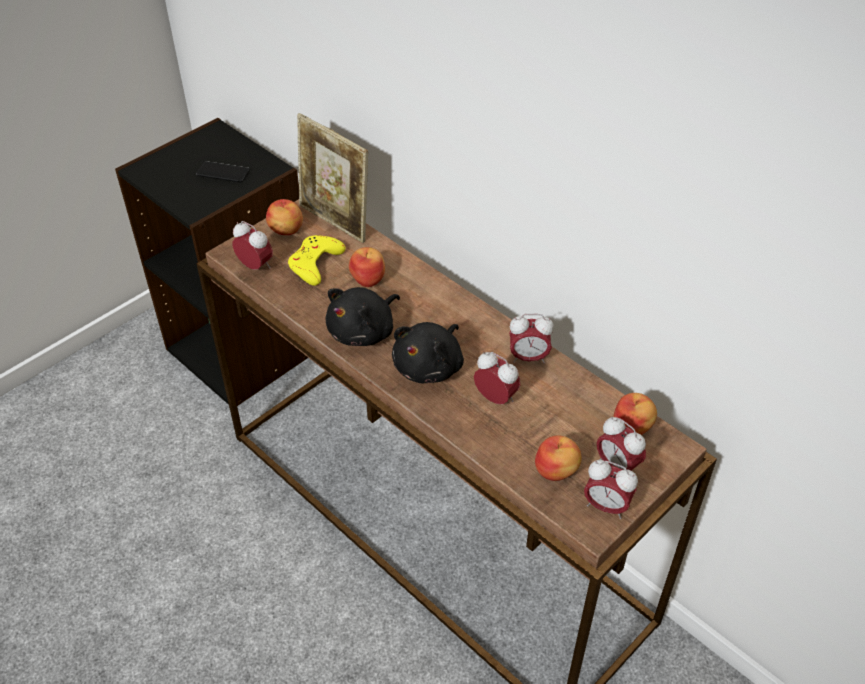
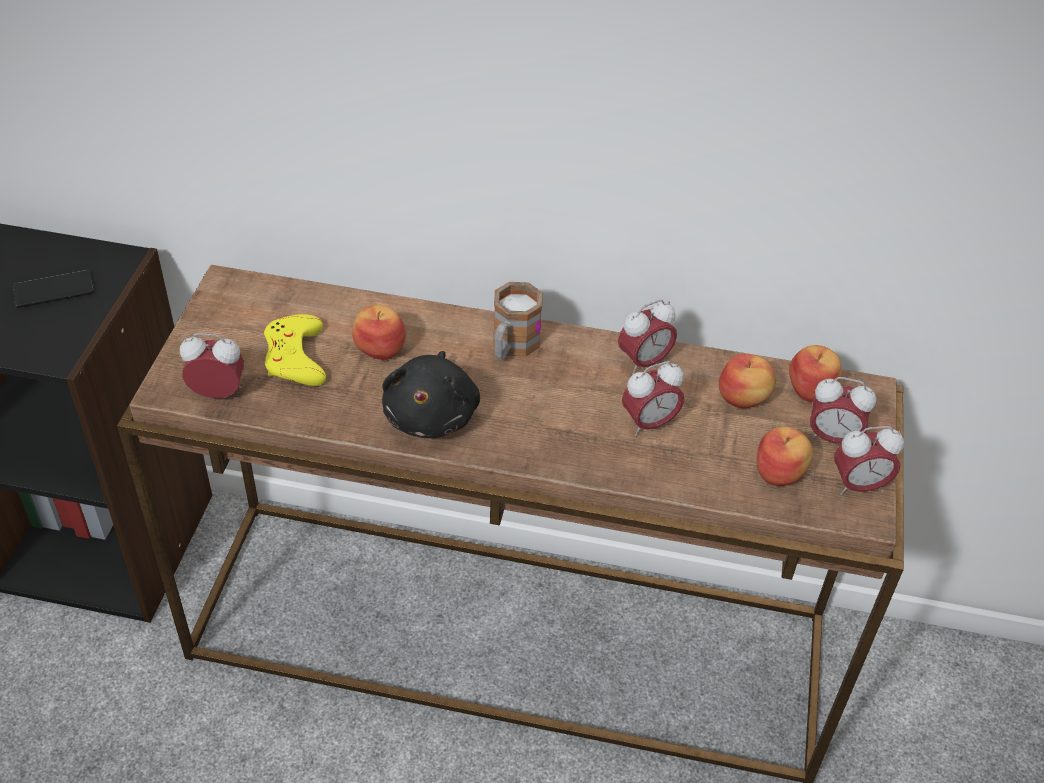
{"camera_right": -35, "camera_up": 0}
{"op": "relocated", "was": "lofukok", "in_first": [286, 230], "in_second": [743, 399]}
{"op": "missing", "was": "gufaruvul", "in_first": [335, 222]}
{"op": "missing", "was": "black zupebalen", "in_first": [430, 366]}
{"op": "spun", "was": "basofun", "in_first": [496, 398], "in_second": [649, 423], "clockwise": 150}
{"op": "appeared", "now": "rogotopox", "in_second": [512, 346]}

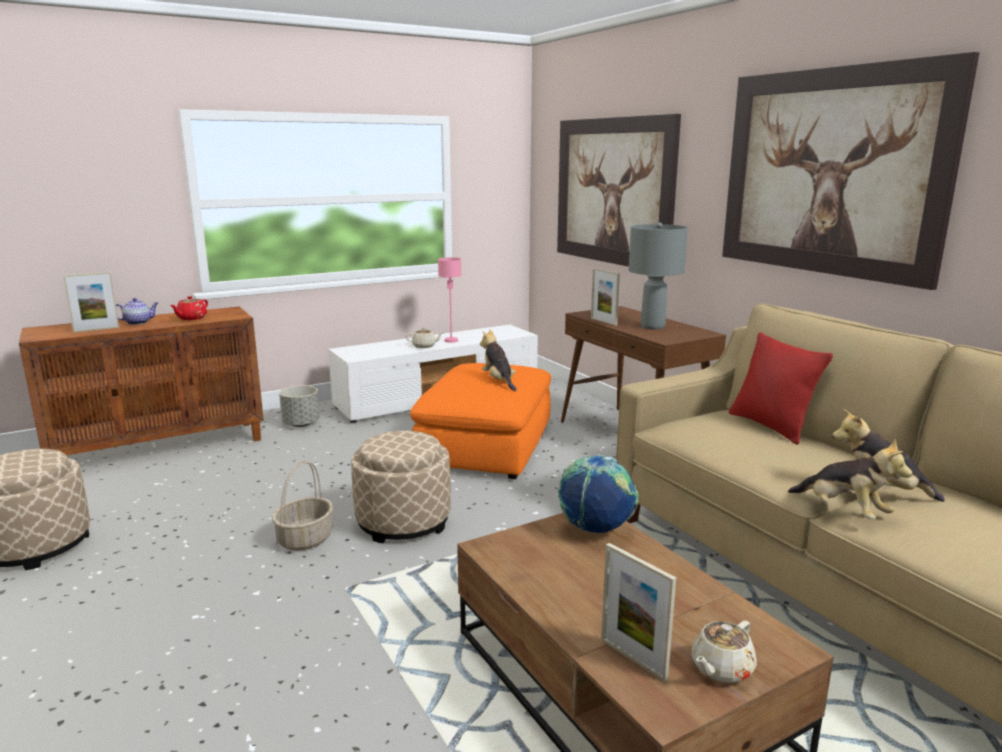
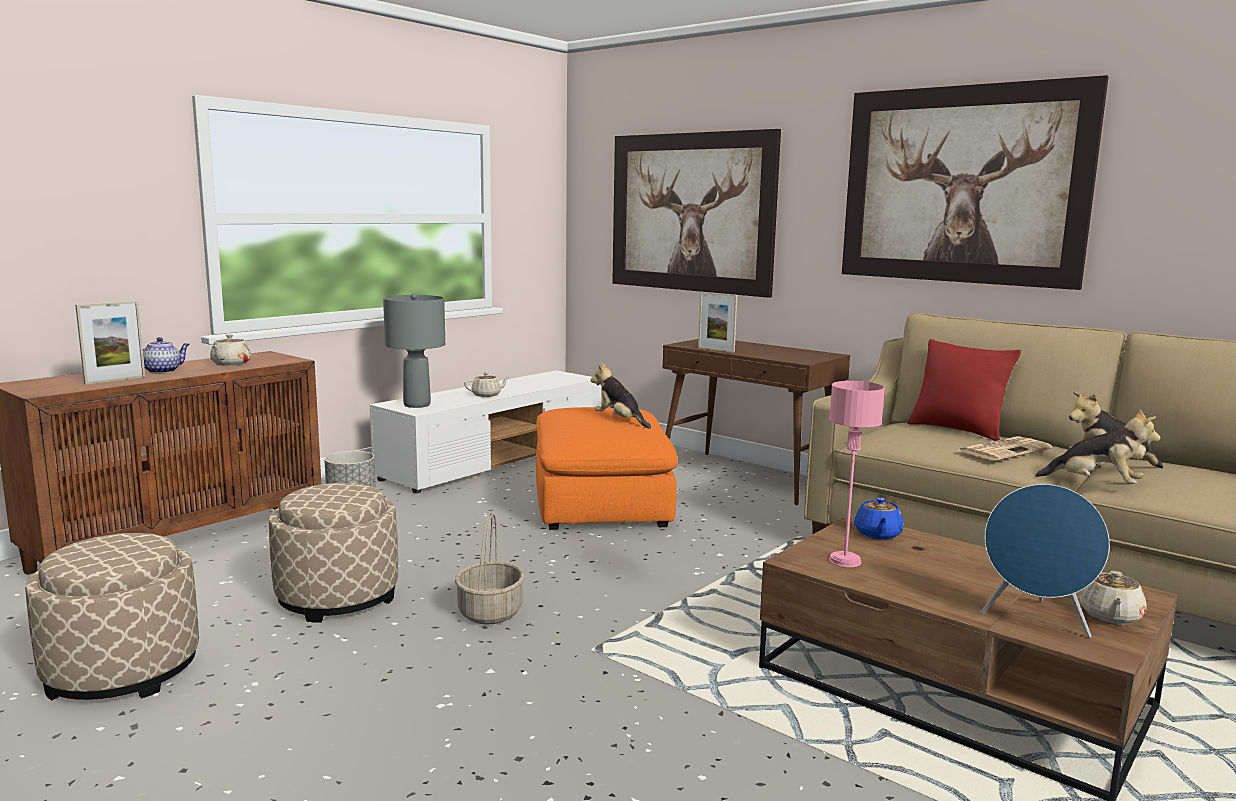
{"camera_right": -20, "camera_up": -5}
{"op": "colour", "was": "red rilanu", "now": "beige rilanu", "in_first": [191, 318], "in_second": [230, 364]}
{"op": "relocated", "was": "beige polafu", "in_first": [403, 521], "in_second": [337, 597]}
{"op": "relocated", "was": "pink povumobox", "in_first": [451, 340], "in_second": [845, 560]}
{"op": "exchanged", "was": "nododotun", "now": "blue rilanu", "in_first": [595, 530], "in_second": [877, 534]}
{"op": "exchanged", "was": "gufaruvul", "now": "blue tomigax", "in_first": [633, 659], "in_second": [1035, 621]}
{"op": "relocated", "was": "grey povumobox", "in_first": [652, 327], "in_second": [417, 405]}
{"op": "appeared", "now": "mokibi", "in_second": [1004, 450]}

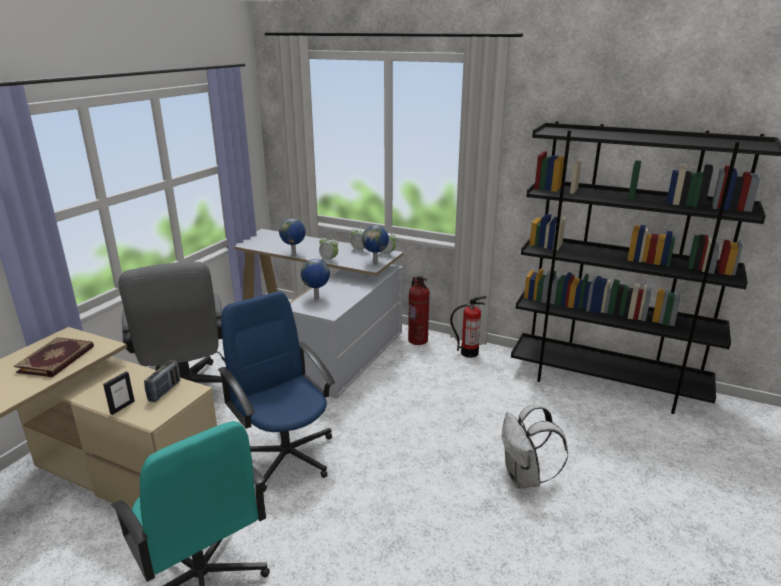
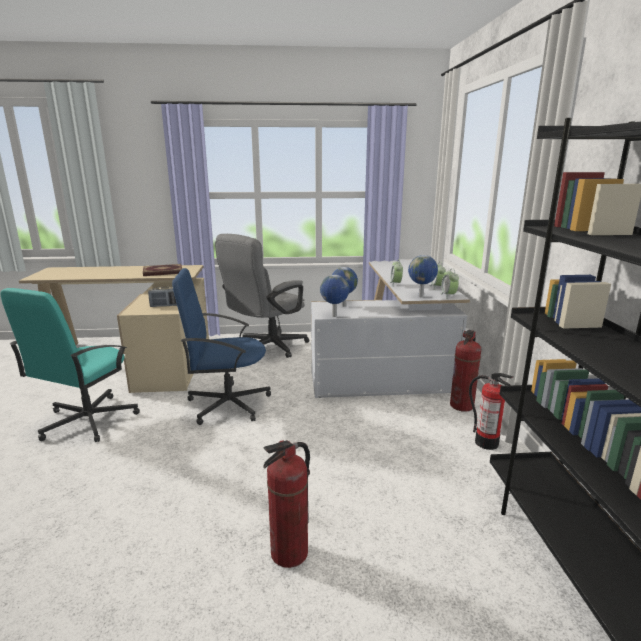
{"camera_right": 60, "camera_up": -5}
{"op": "missing", "was": "gufaruvul", "in_first": [122, 407]}
{"op": "spun", "was": "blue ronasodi", "in_first": [286, 455], "in_second": [227, 404], "clockwise": -120}
{"op": "relocated", "was": "nododotun", "in_first": [294, 255], "in_second": [334, 316]}
{"op": "exchanged", "was": "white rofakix", "now": "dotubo", "in_first": [525, 478], "in_second": [289, 553]}

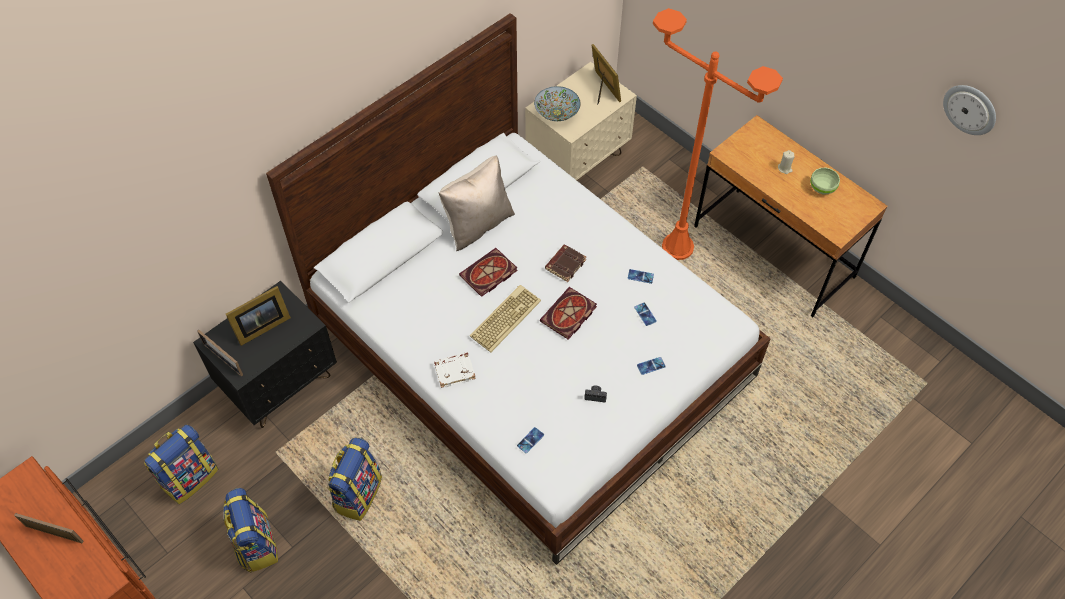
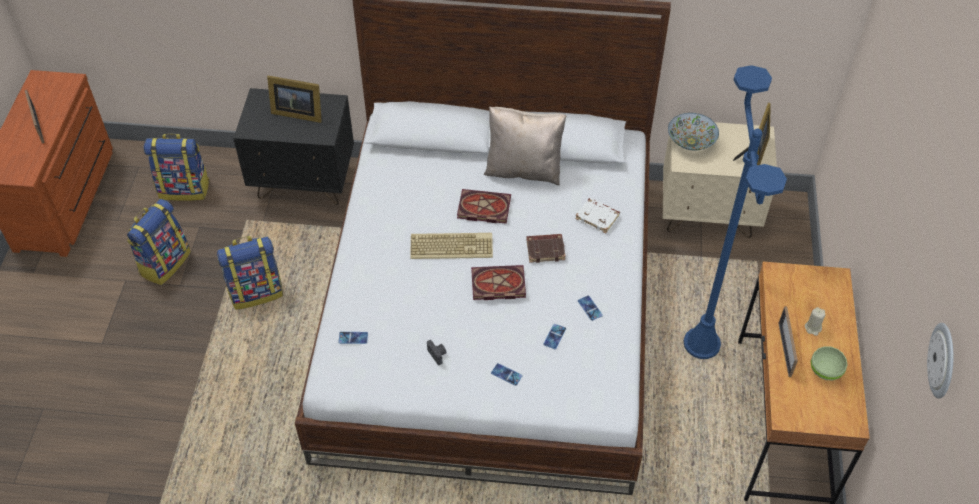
{"camera_right": 50, "camera_up": -5}
{"op": "relocated", "was": "gufaruvul", "in_first": [223, 359], "in_second": [784, 349]}
{"op": "relocated", "was": "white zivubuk", "in_first": [455, 371], "in_second": [598, 217]}
{"op": "colour", "was": "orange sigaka", "now": "blue sigaka", "in_first": [677, 247], "in_second": [701, 343]}

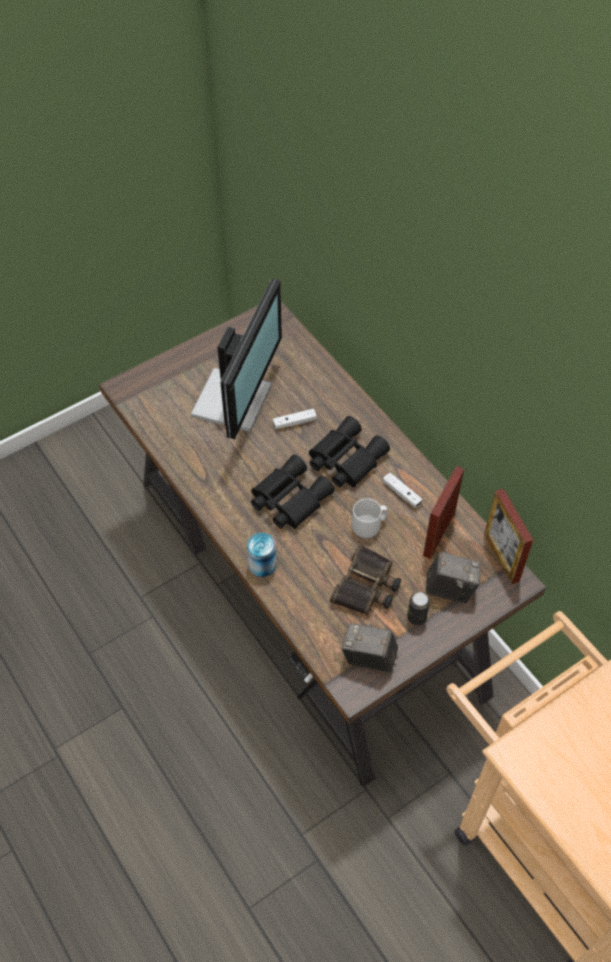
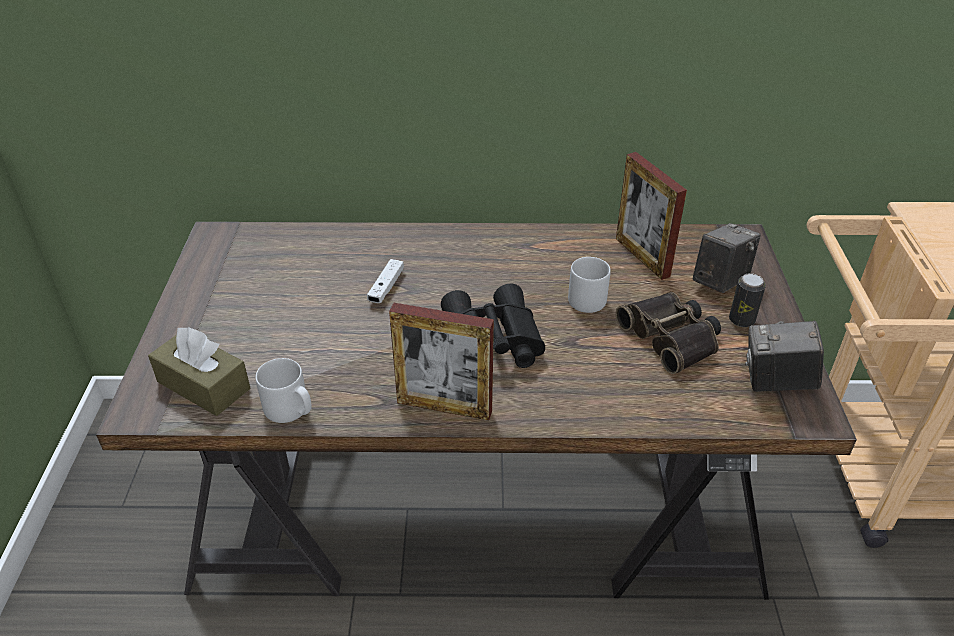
{"camera_right": -55, "camera_up": -15}
{"op": "missing", "was": "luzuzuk", "in_first": [235, 400]}
{"op": "missing", "was": "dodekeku", "in_first": [262, 564]}
{"op": "missing", "was": "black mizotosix", "in_first": [344, 459]}
{"op": "spun", "was": "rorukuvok", "in_first": [368, 658], "in_second": [776, 382], "clockwise": 45}
{"op": "missing", "was": "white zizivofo", "in_first": [401, 493]}
{"op": "relocated", "was": "gufaruvul", "in_first": [501, 557], "in_second": [444, 407]}
{"op": "appeared", "now": "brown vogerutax", "in_second": [203, 385]}
{"op": "appeared", "now": "grey rogotopox", "in_second": [290, 410]}

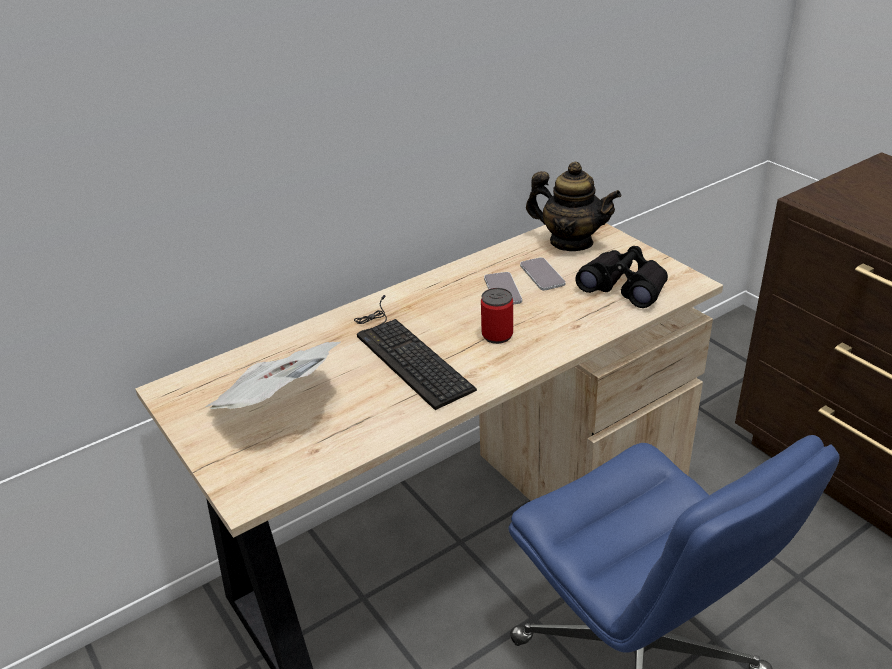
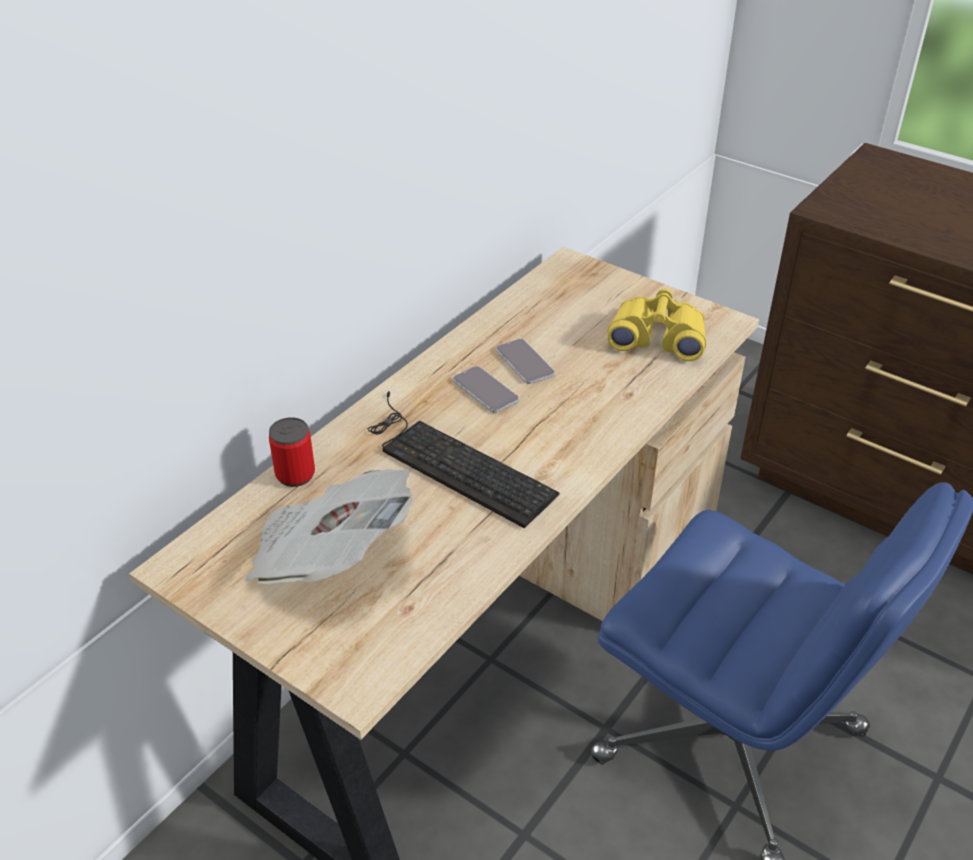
{"camera_right": -20, "camera_up": 5}
{"op": "relocated", "was": "dodekeku", "in_first": [497, 335], "in_second": [295, 474]}
{"op": "relocated", "was": "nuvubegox", "in_first": [542, 275], "in_second": [485, 390]}
{"op": "missing", "was": "rilanu", "in_first": [571, 242]}
{"op": "colour", "was": "black mizotosix", "now": "yellow mizotosix", "in_first": [624, 287], "in_second": [657, 337]}

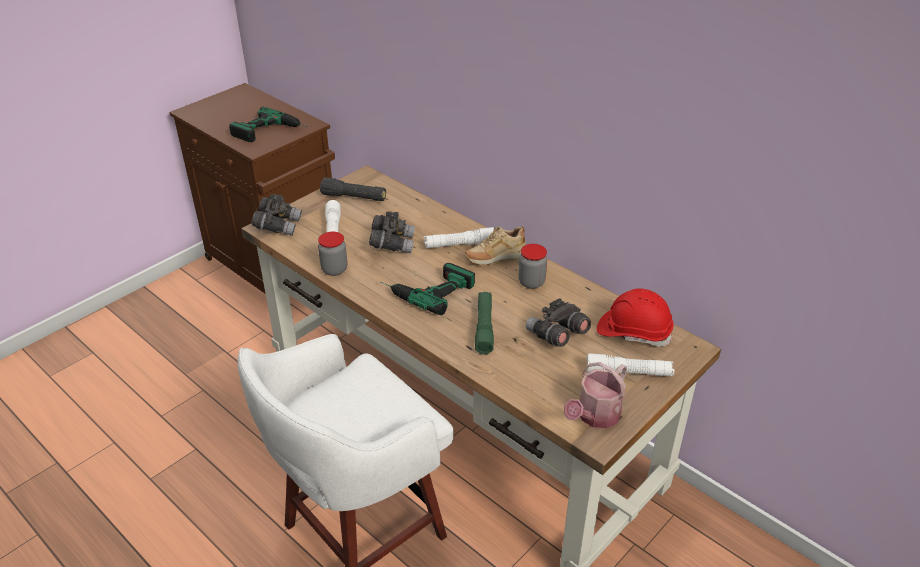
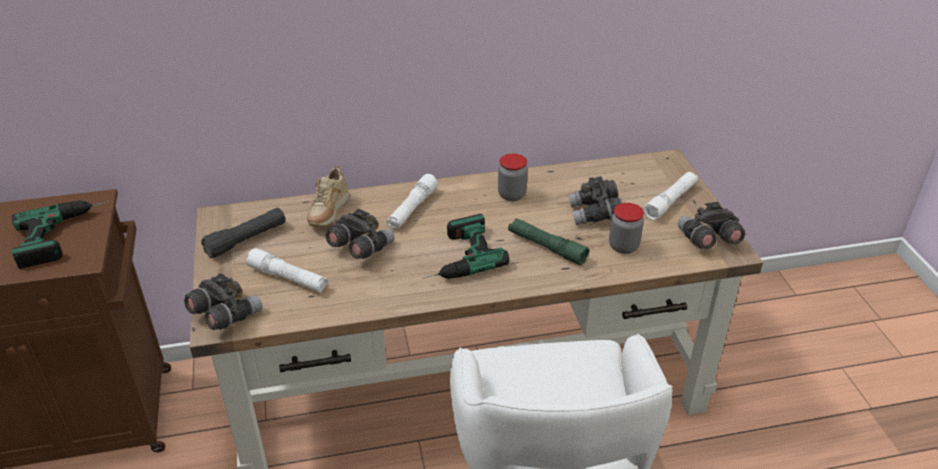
{"camera_right": -55, "camera_up": 0}
{"op": "relocated", "was": "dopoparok", "in_first": [334, 269], "in_second": [623, 246]}
{"op": "relocated", "was": "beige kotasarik", "in_first": [494, 259], "in_second": [328, 214]}
{"op": "exchanged", "was": "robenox", "now": "grey mizotosix", "in_first": [595, 416], "in_second": [707, 241]}
{"op": "missing", "was": "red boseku", "in_first": [633, 332]}

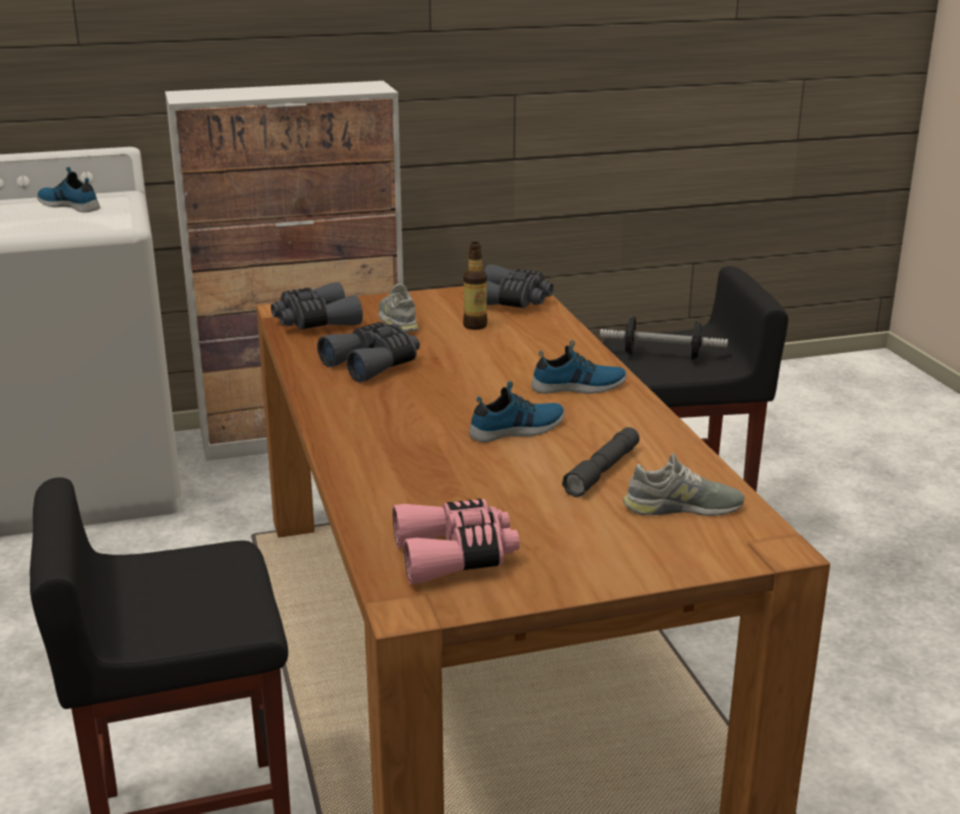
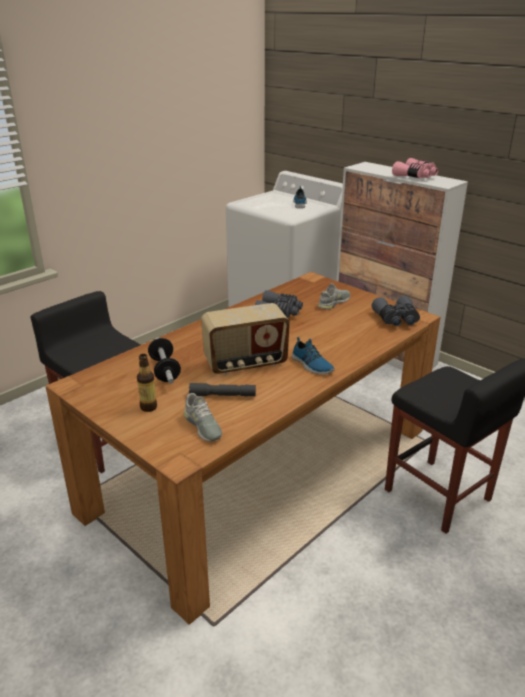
{"camera_right": 60, "camera_up": 5}
{"op": "missing", "was": "grey mizotosix", "in_first": [315, 322]}
{"op": "relocated", "was": "pink mizotosix", "in_first": [455, 556], "in_second": [416, 176]}
{"op": "relocated", "was": "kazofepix", "in_first": [475, 326], "in_second": [148, 407]}
{"op": "exchanged", "was": "kotasarik", "now": "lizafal", "in_first": [518, 429], "in_second": [246, 363]}
{"op": "relocated", "was": "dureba", "in_first": [662, 356], "in_second": [164, 370]}

